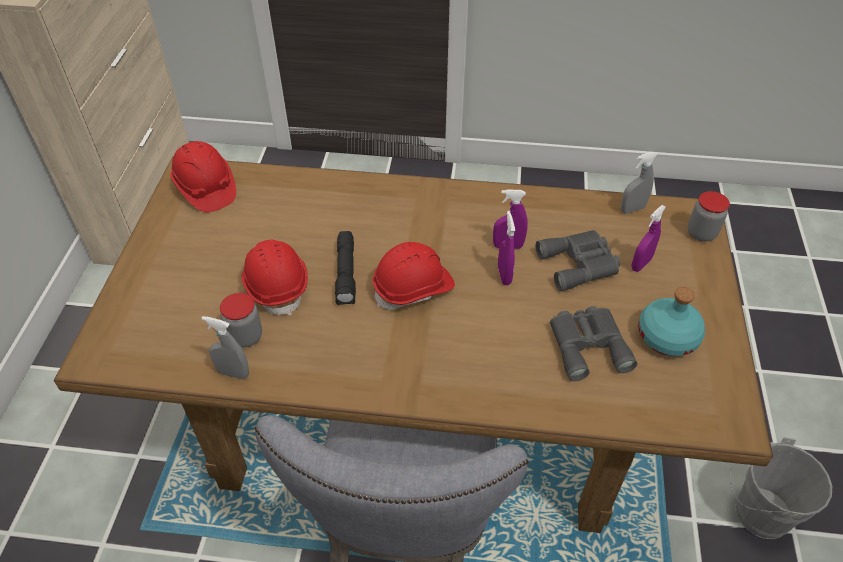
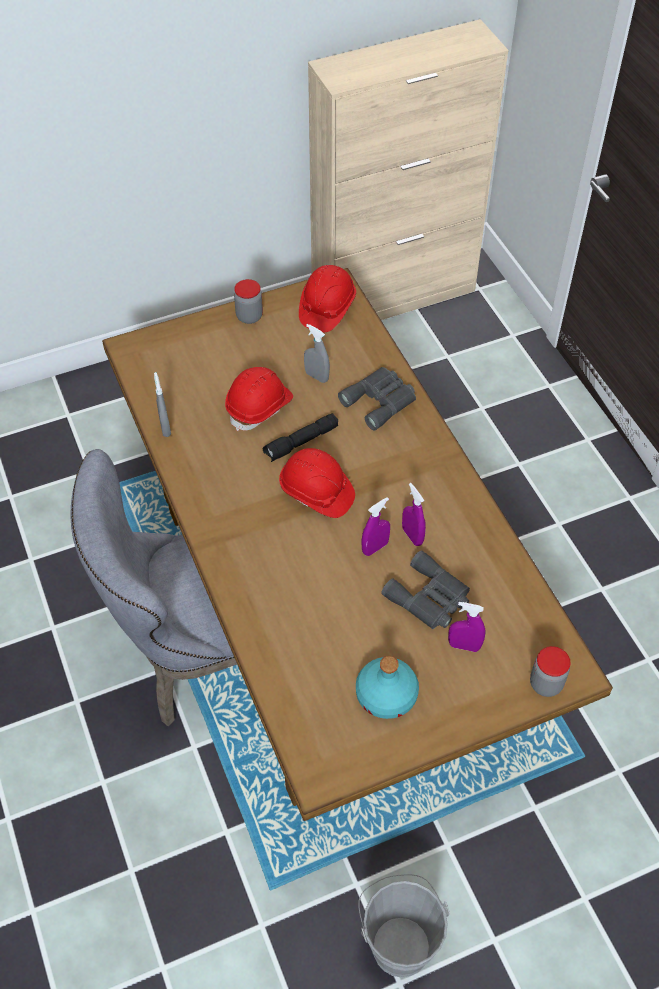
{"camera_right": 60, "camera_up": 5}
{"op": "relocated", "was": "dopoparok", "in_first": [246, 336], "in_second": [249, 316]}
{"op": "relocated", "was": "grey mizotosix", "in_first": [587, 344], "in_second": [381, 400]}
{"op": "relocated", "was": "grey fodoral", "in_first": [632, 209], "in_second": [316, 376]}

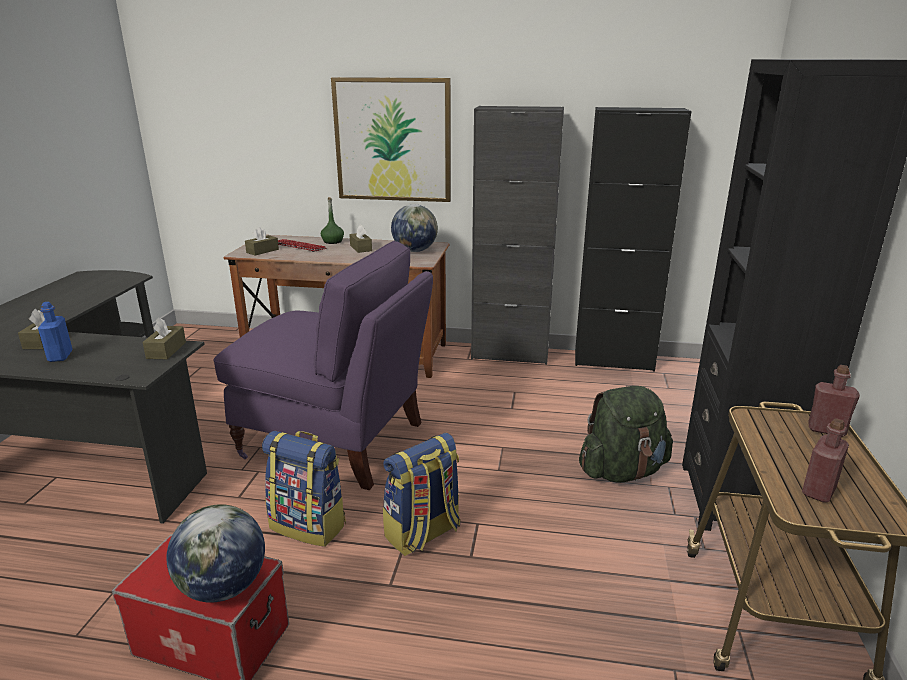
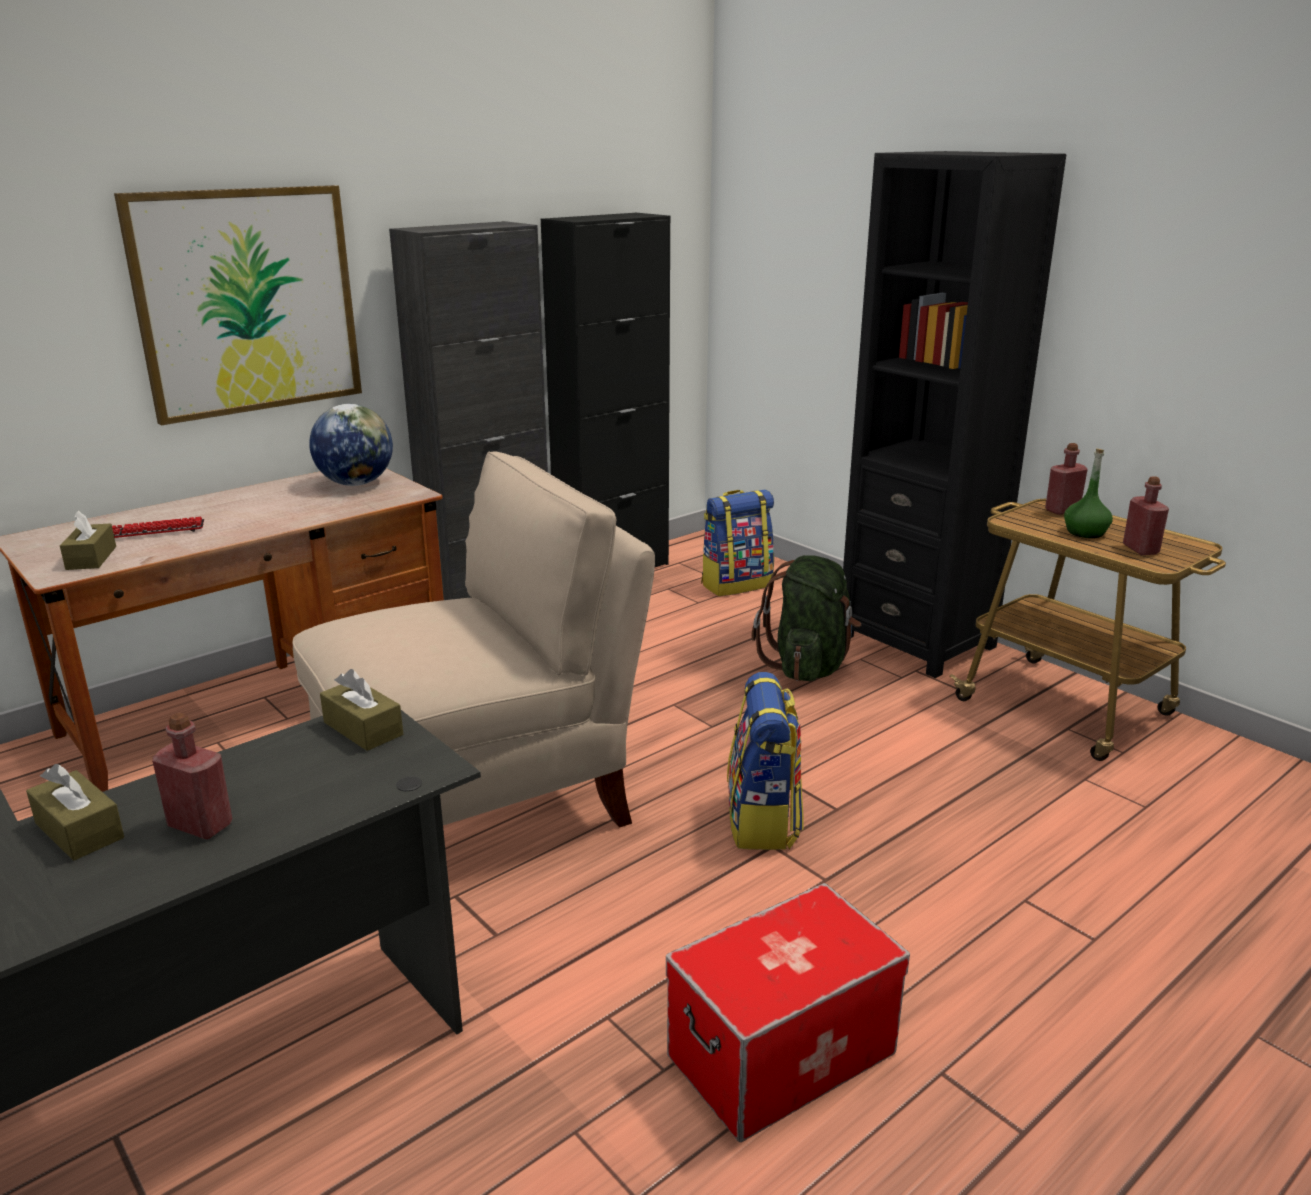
{"camera_right": -50, "camera_up": 0}
{"op": "colour", "was": "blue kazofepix", "now": "red kazofepix", "in_first": [60, 356], "in_second": [200, 825]}
{"op": "missing", "was": "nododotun", "in_first": [223, 588]}
{"op": "colour", "was": "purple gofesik", "now": "beige gofesik", "in_first": [335, 441], "in_second": [481, 805]}
{"op": "relocated", "was": "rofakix", "in_first": [309, 525], "in_second": [736, 584]}
{"op": "relocated", "was": "green kazofepix", "in_first": [333, 241], "in_second": [1085, 532]}
{"op": "missing", "was": "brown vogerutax", "in_first": [361, 248]}

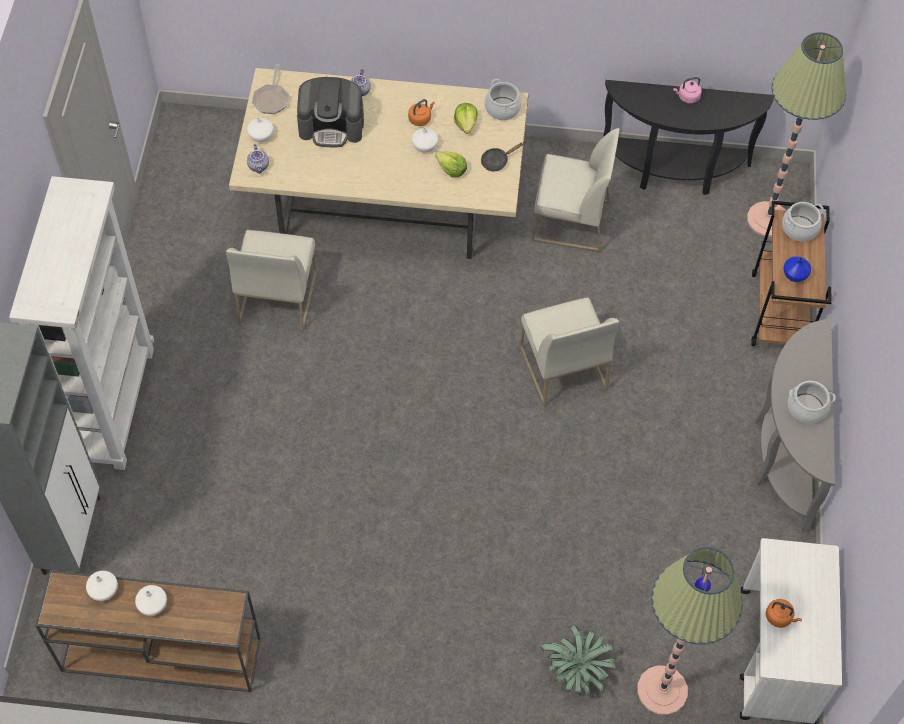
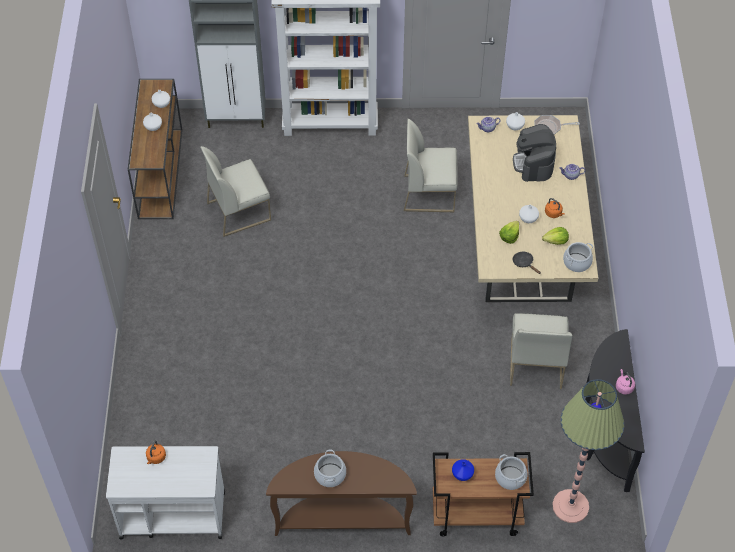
{"camera_right": 85, "camera_up": -5}
{"op": "relocated", "was": "white gofesik", "in_first": [562, 368], "in_second": [239, 211]}
{"op": "missing", "was": "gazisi", "in_first": [578, 670]}
{"op": "missing", "was": "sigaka", "in_first": [662, 690]}
{"op": "colour", "was": "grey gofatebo", "now": "brown gofatebo", "in_first": [783, 453], "in_second": [342, 518]}

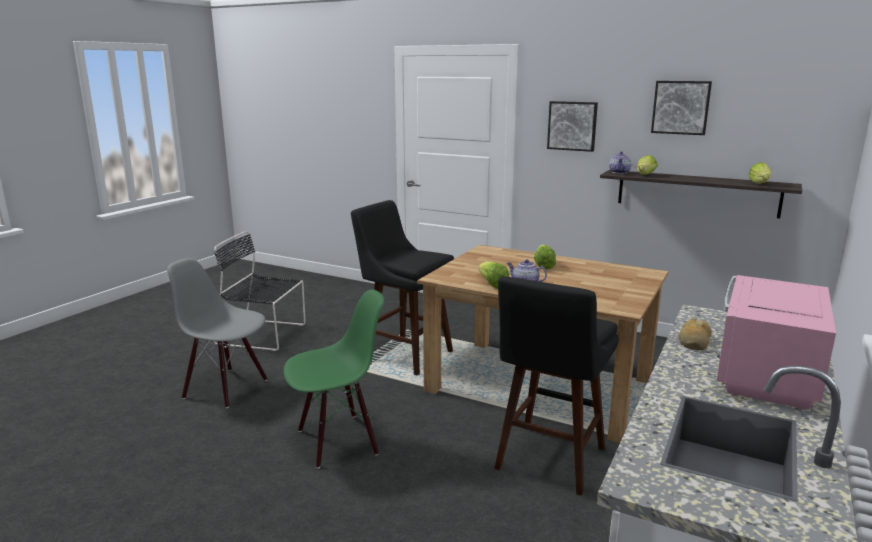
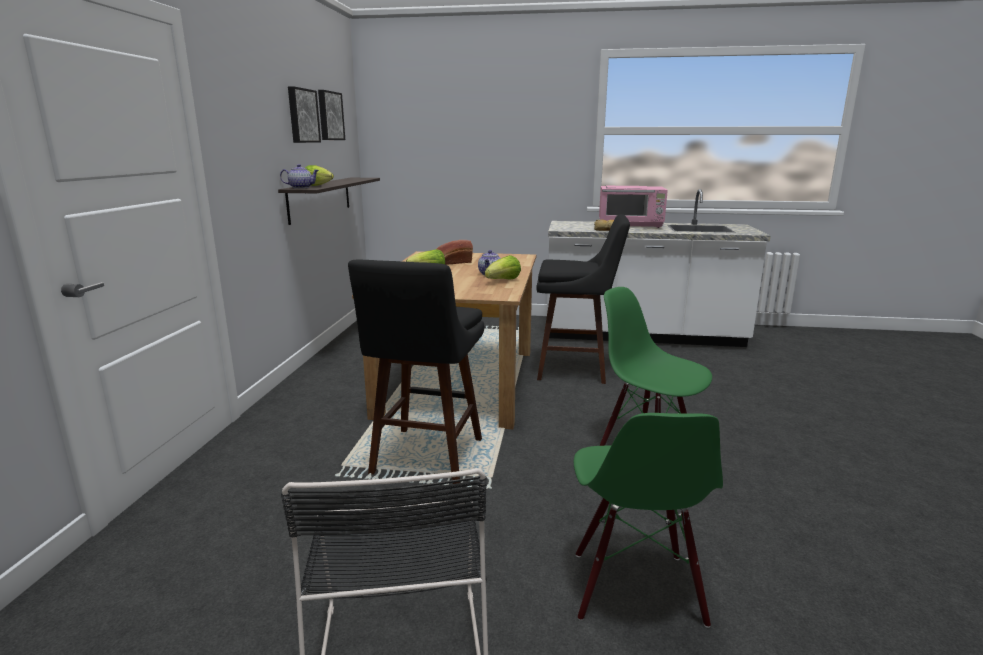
{"camera_right": -110, "camera_up": 0}
{"op": "colour", "was": "grey gofesik", "now": "green gofesik", "in_first": [226, 388], "in_second": [635, 588]}
{"op": "relocated", "was": "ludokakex", "in_first": [572, 126], "in_second": [329, 116]}
{"op": "missing", "was": "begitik", "in_first": [760, 184]}
{"op": "appeared", "now": "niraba", "in_second": [451, 262]}

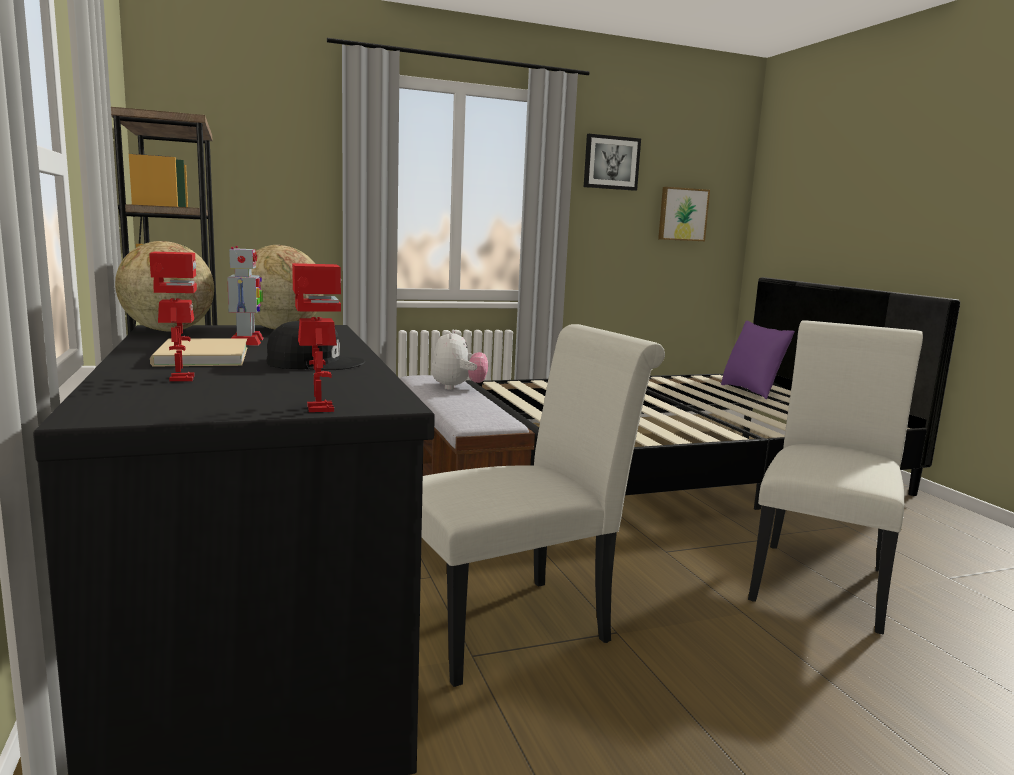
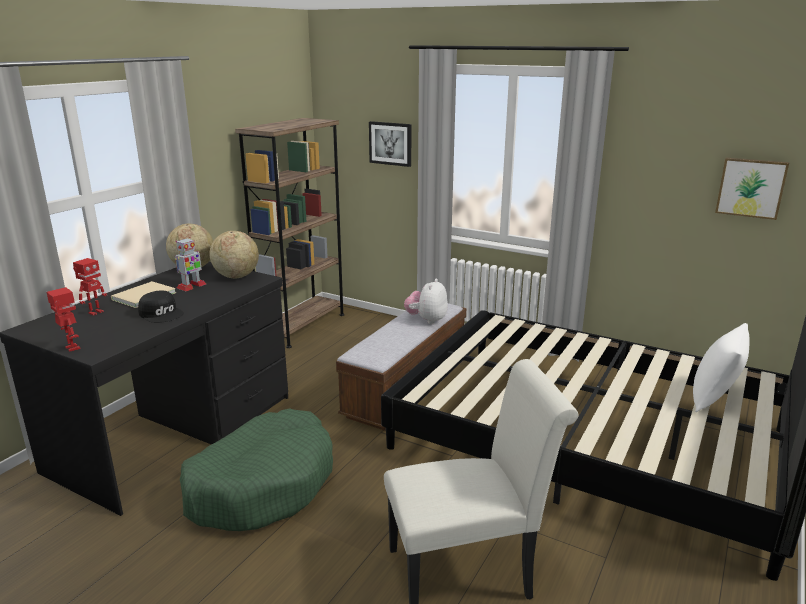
{"camera_right": 50, "camera_up": 10}
{"op": "spun", "was": "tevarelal", "in_first": [318, 408], "in_second": [72, 348], "clockwise": -75}
{"op": "exchanged", "was": "white gofesik", "now": "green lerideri", "in_first": [517, 624], "in_second": [262, 484]}
{"op": "spun", "was": "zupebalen", "in_first": [458, 388], "in_second": [427, 320], "clockwise": 150}
{"op": "relocated", "was": "ludokakex", "in_first": [611, 162], "in_second": [390, 143]}
{"op": "colour", "was": "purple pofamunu", "now": "white pofamunu", "in_first": [751, 391], "in_second": [714, 398]}

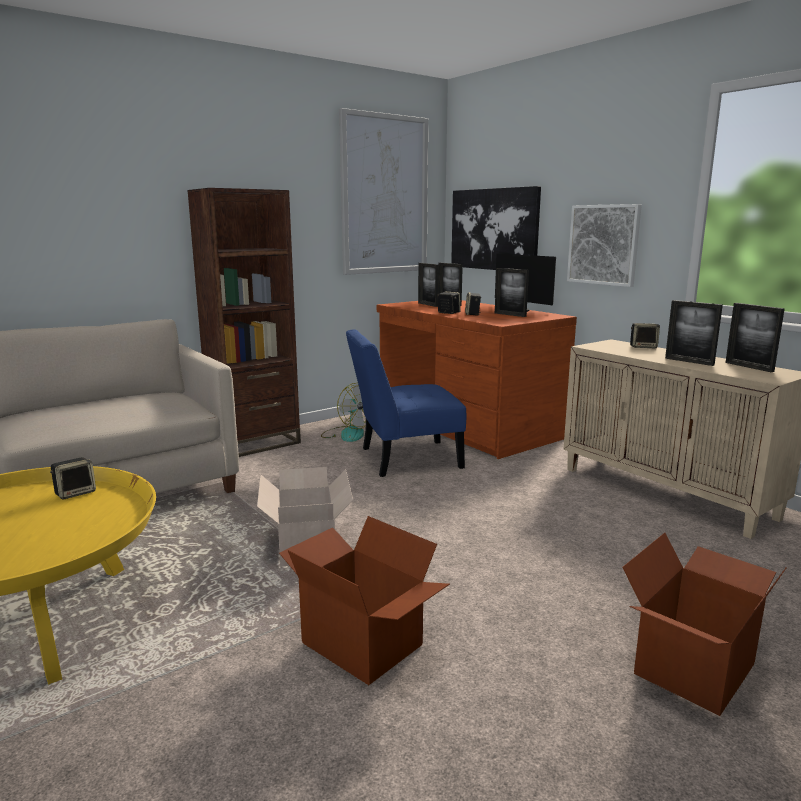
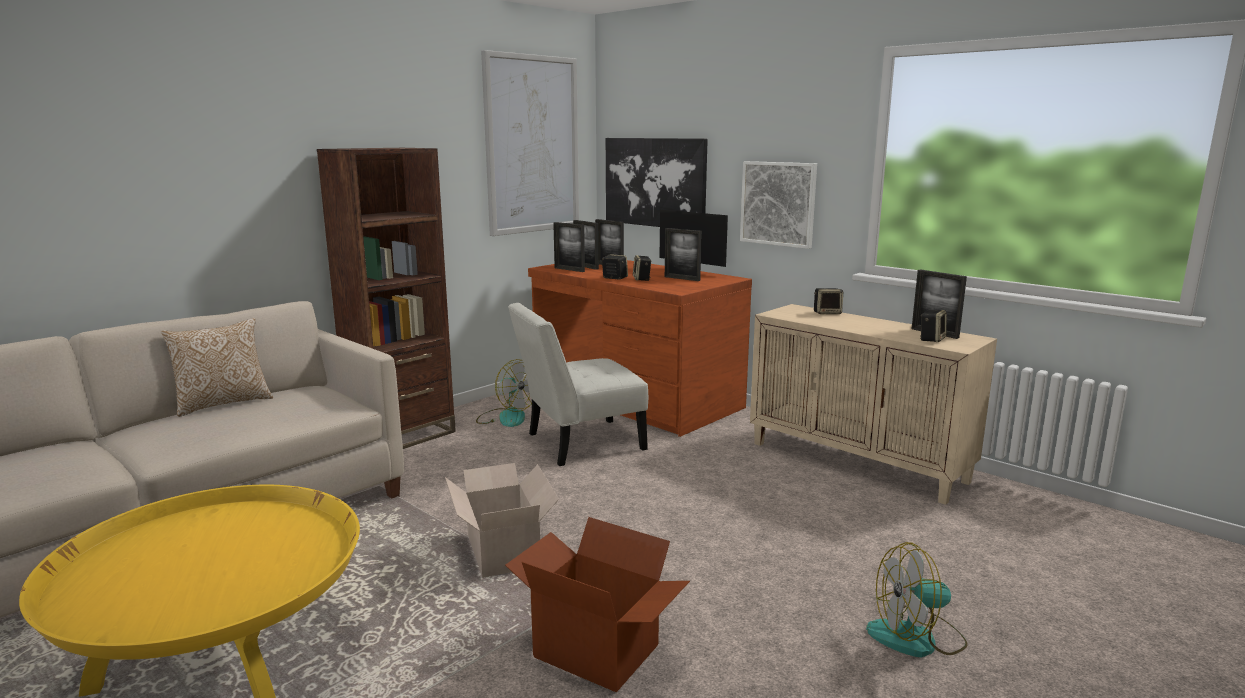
{"camera_right": -10, "camera_up": 0}
{"op": "relocated", "was": "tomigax", "in_first": [76, 493], "in_second": [931, 339]}
{"op": "colour", "was": "blue gofesik", "now": "white gofesik", "in_first": [404, 459], "in_second": [579, 443]}
{"op": "exchanged", "was": "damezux", "now": "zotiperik", "in_first": [692, 667], "in_second": [916, 638]}
{"op": "relocated", "was": "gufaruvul", "in_first": [689, 361], "in_second": [569, 269]}
{"op": "appeared", "now": "pofamunu", "in_second": [223, 403]}

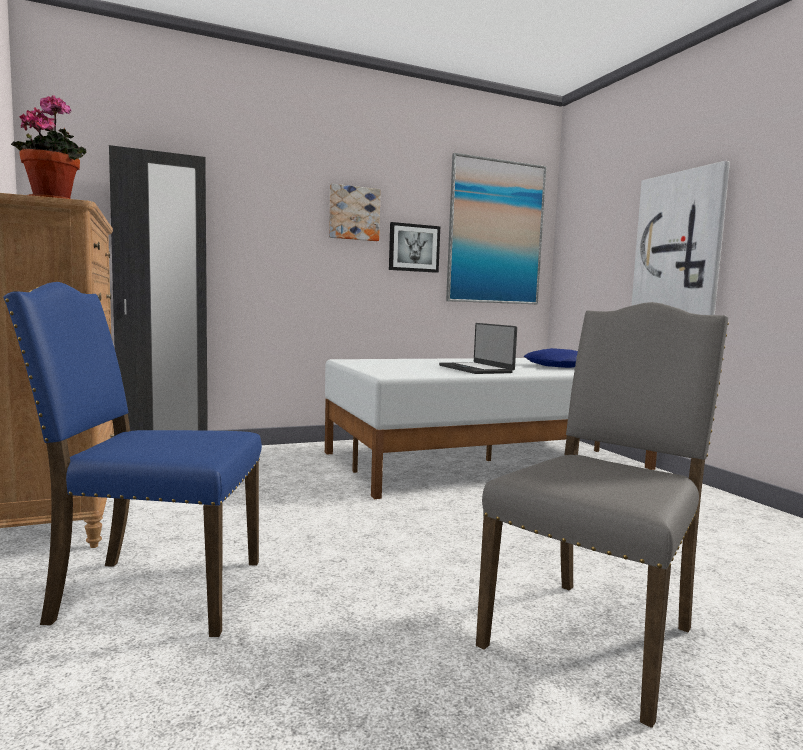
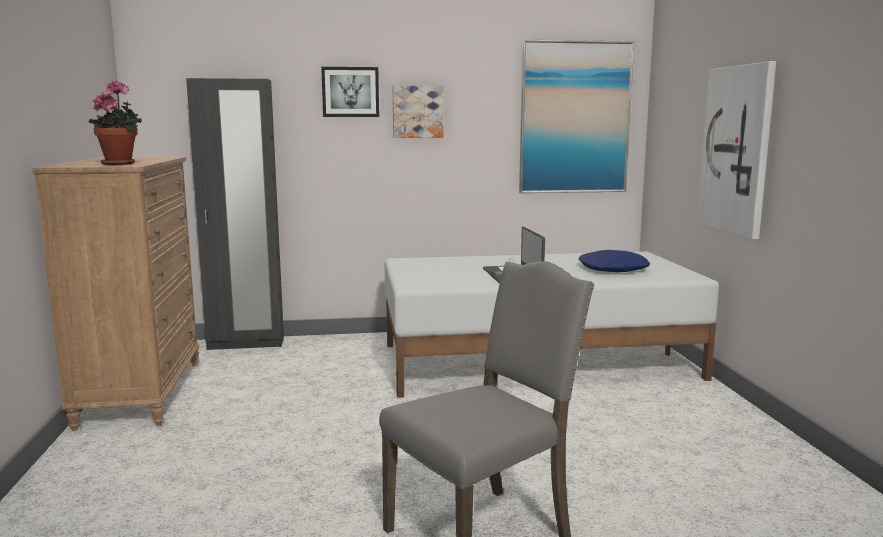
{"camera_right": 15, "camera_up": 5}
{"op": "missing", "was": "blue gofesik", "in_first": [154, 592]}
{"op": "relocated", "was": "ludokakex", "in_first": [413, 248], "in_second": [350, 92]}

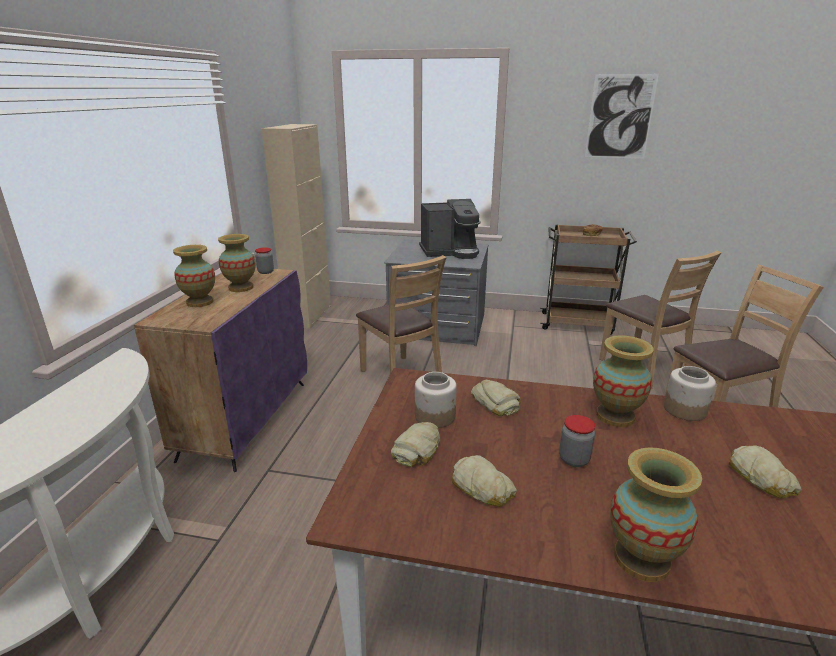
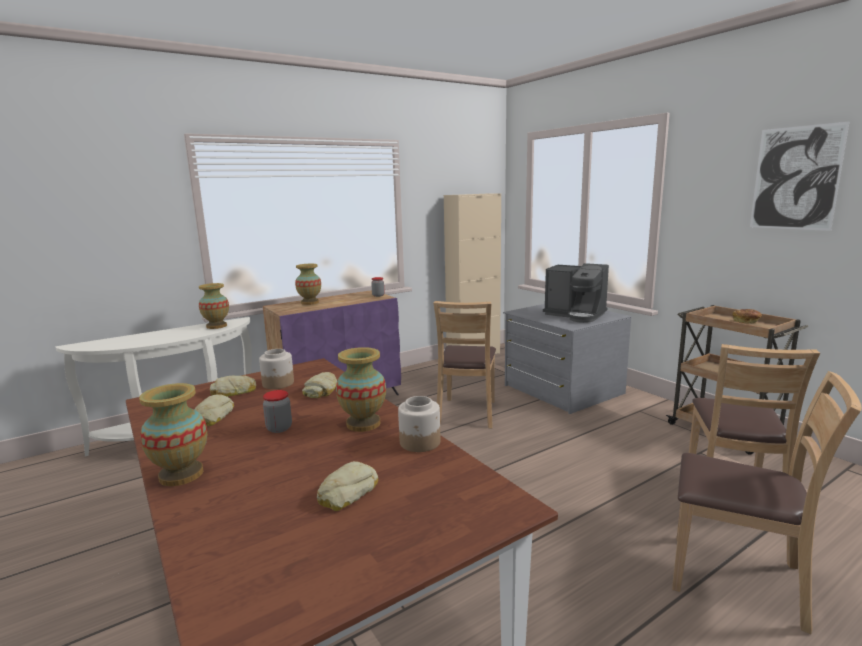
{"camera_right": 45, "camera_up": -10}
{"op": "relocated", "was": "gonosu", "in_first": [241, 288], "in_second": [216, 326]}

